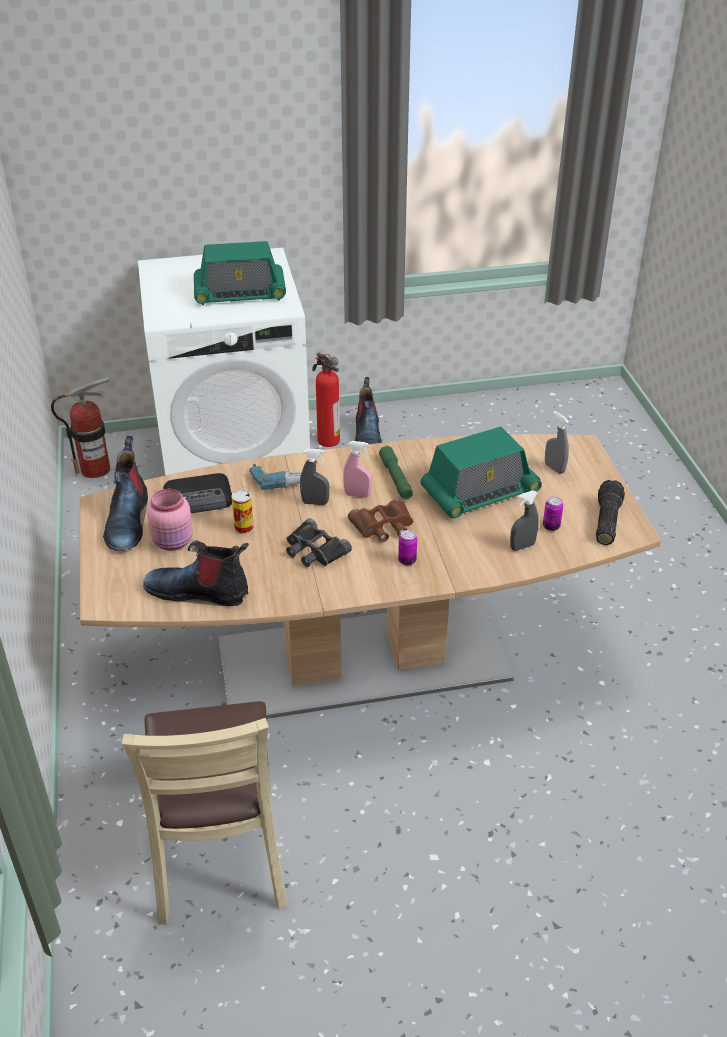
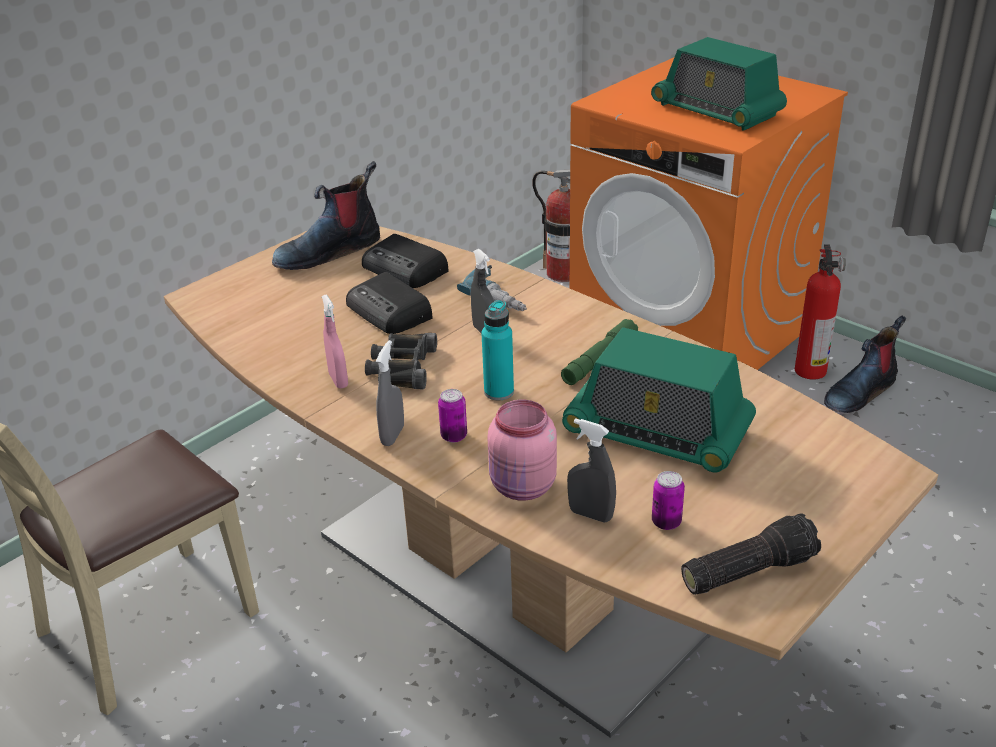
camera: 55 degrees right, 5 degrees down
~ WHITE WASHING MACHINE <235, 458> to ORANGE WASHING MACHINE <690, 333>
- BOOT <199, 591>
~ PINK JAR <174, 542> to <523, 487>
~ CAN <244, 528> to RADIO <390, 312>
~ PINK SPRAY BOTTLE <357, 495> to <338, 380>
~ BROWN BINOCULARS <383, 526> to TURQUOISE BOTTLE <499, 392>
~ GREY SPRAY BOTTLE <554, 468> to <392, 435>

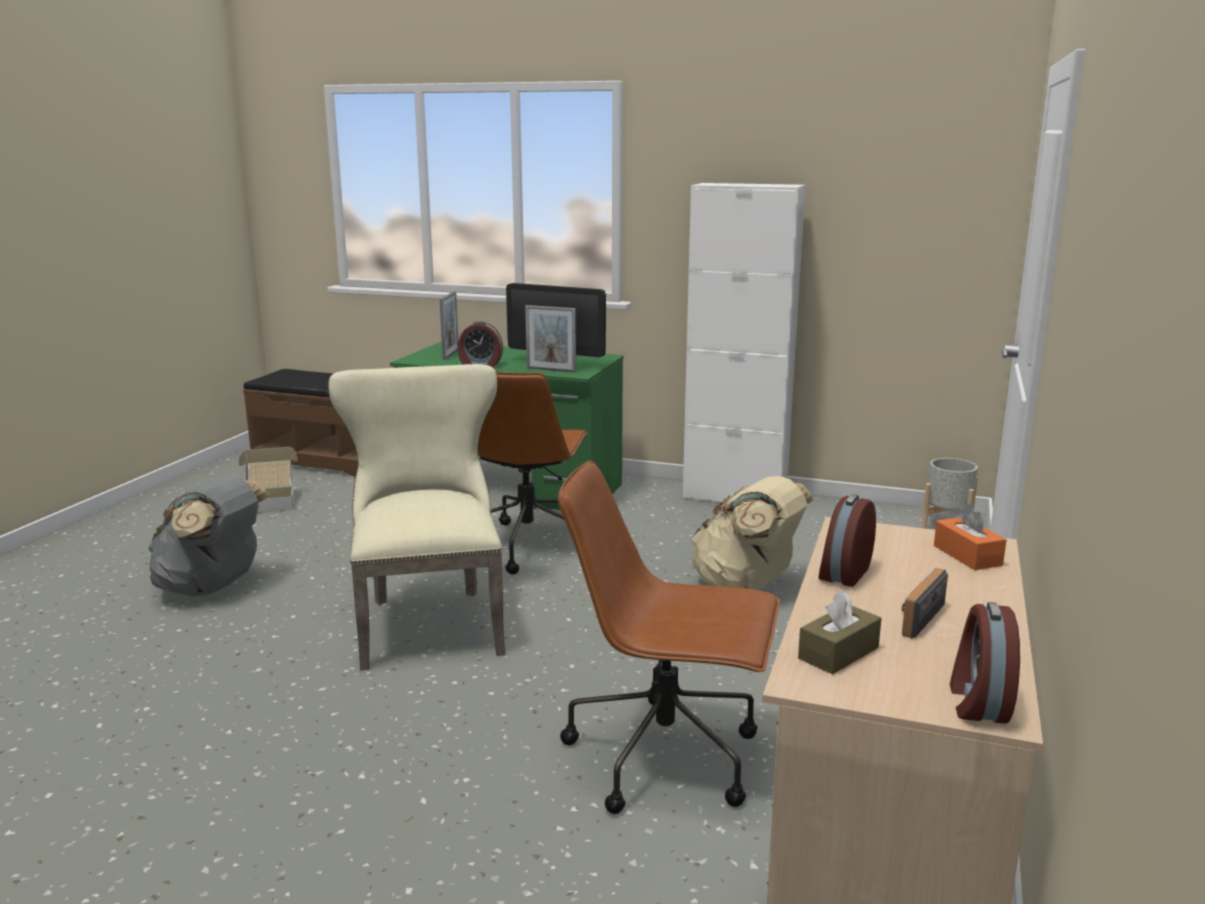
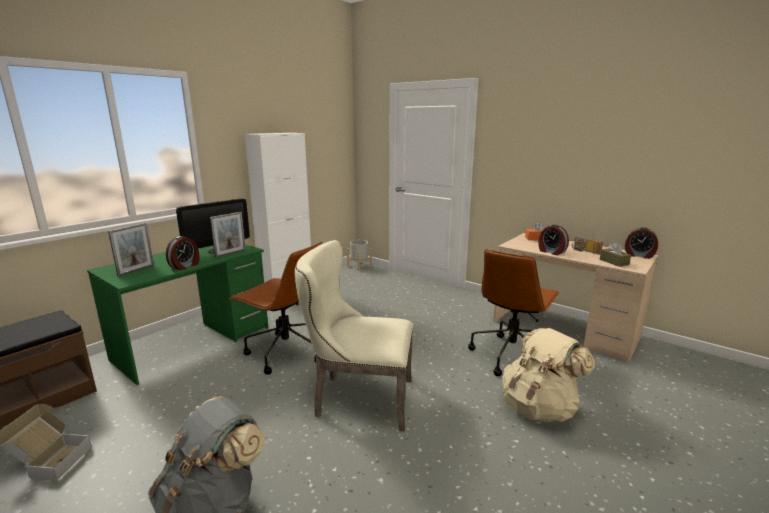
camera: 70 degrees left, 0 degrees up
~ PICTURE FRAME <450, 354> = <136, 270> 90 degrees clockwise
~ BEIGE BACKPACK <746, 586> to <539, 408>

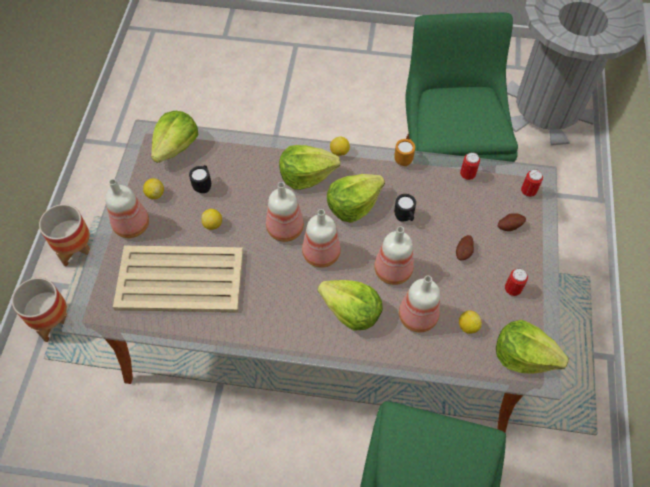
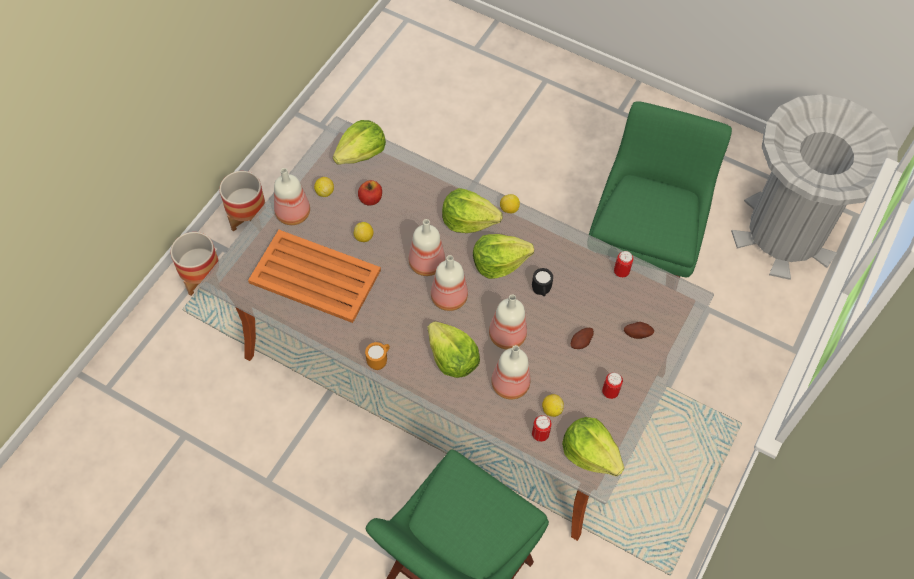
camera: 20 degrees right, 0 degrees up
~ BEIGE TRAY <179, 279> to ORANGE TRAY <314, 276>
~ BLACK MUG <203, 186> to APPLE <370, 199>
~ ORANGE MUG <404, 159> to <379, 361>
~ CAN <528, 192> to <540, 434>

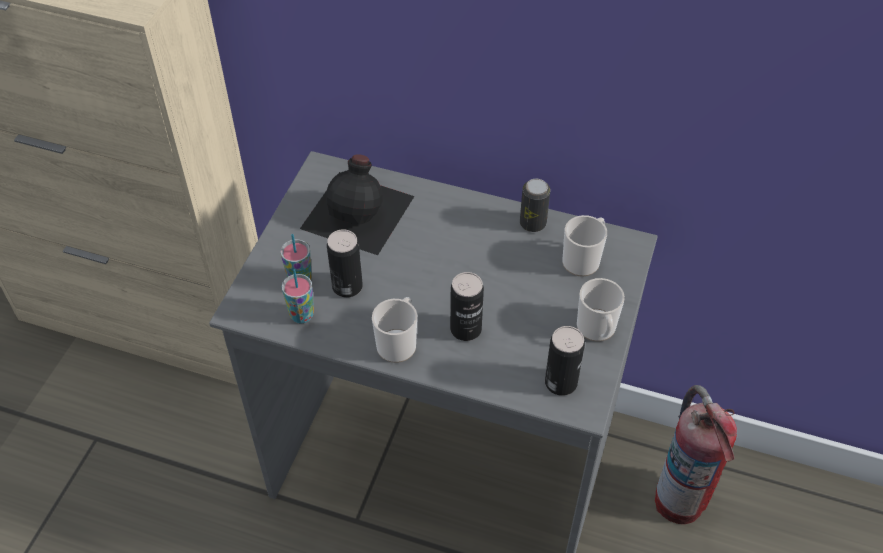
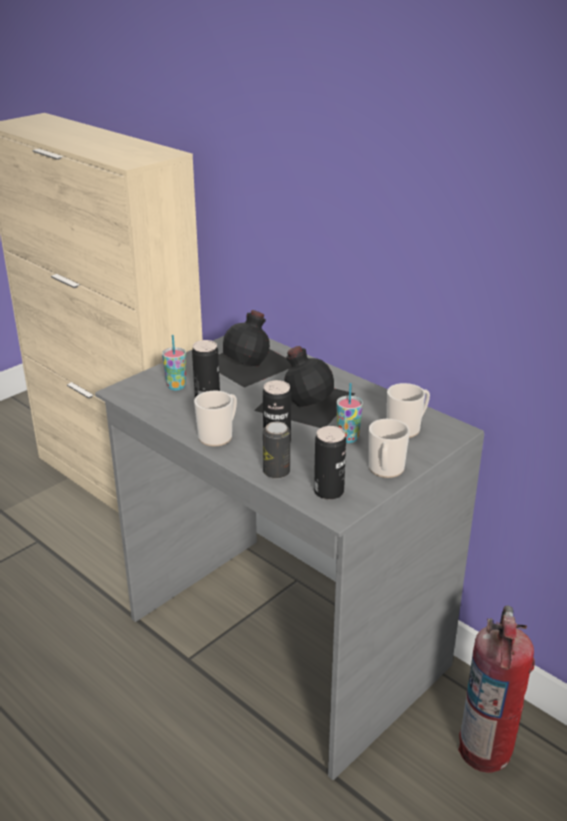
camera: 25 degrees right, 20 degrees down
~ CUP <302, 315> to <348, 438>
~ CAN <533, 223> to <276, 472>
+ BLACK BOTTLE <304, 400>

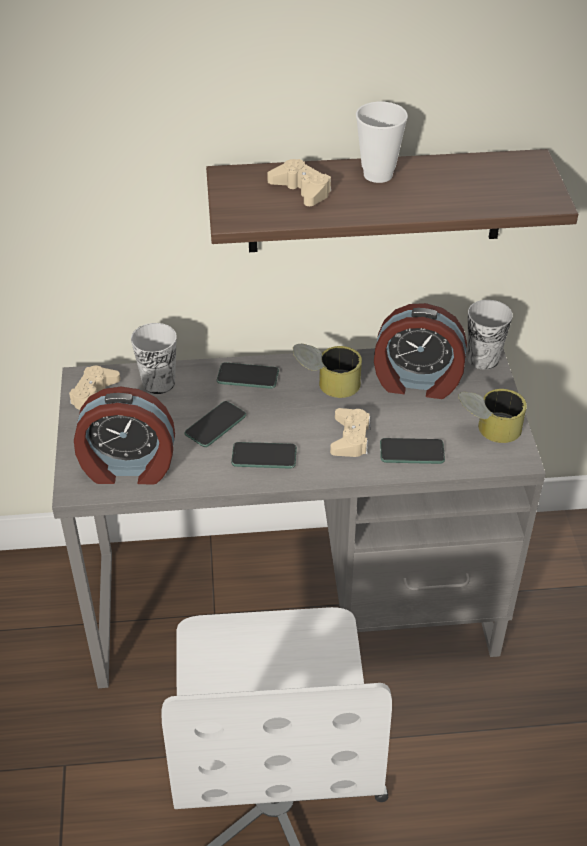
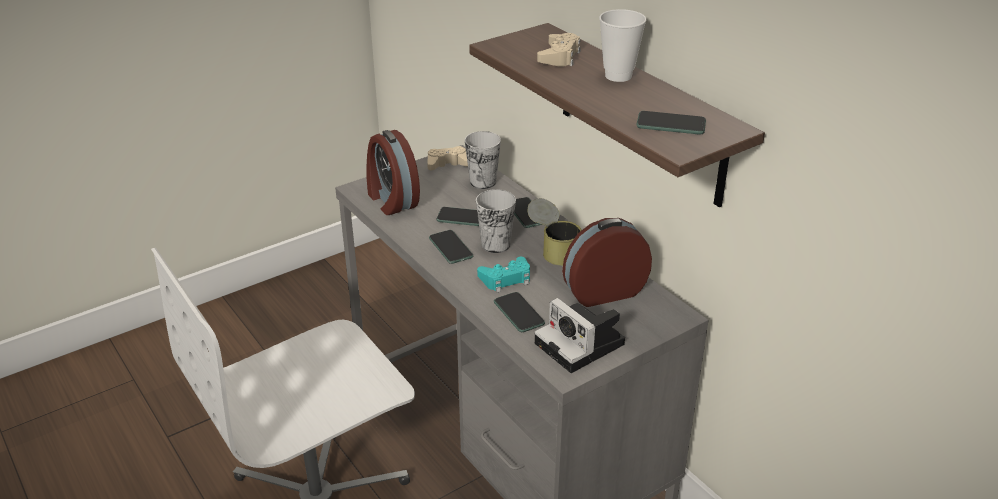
camera: 60 degrees right, 10 degrees down
~ BEIGE GAME CONTROLLER <350, 438> to TURQUOISE GAME CONTROLLER <506, 279>
~ ALARM CLOCK <417, 382> = <603, 291> 90 degrees clockwise
~ CAN <487, 430> to PHOTO CAMERA <582, 345>
~ CUP <483, 359> to <495, 244>
+ PHONE <671, 124>

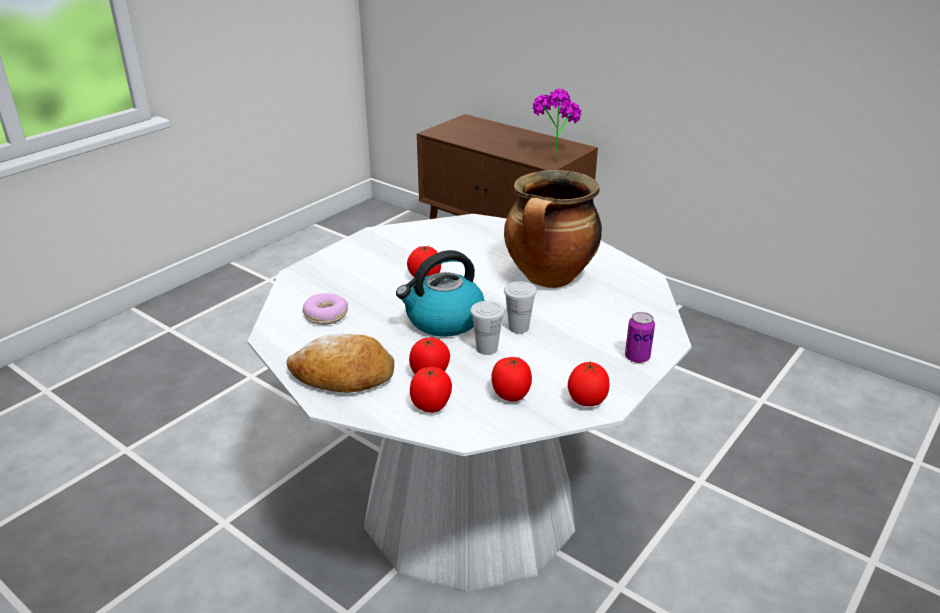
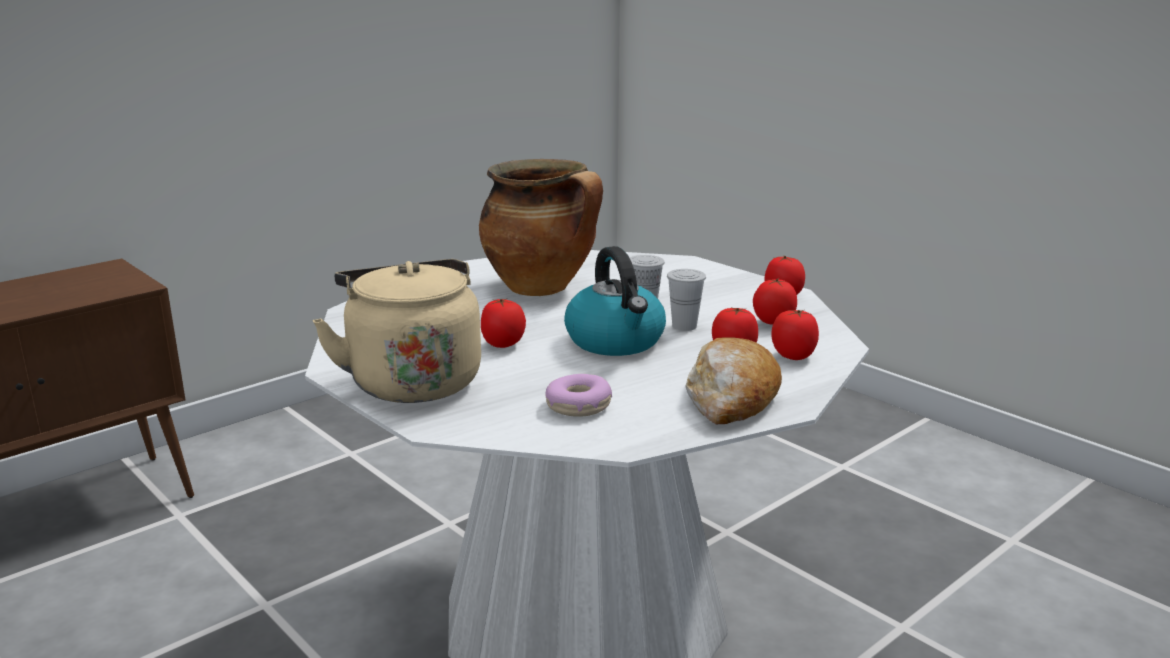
camera: 80 degrees left, 10 degrees down
- POTTED PLANT <553, 157>
- CAN <637, 357>
+ BEIGE KETTLE <412, 380>

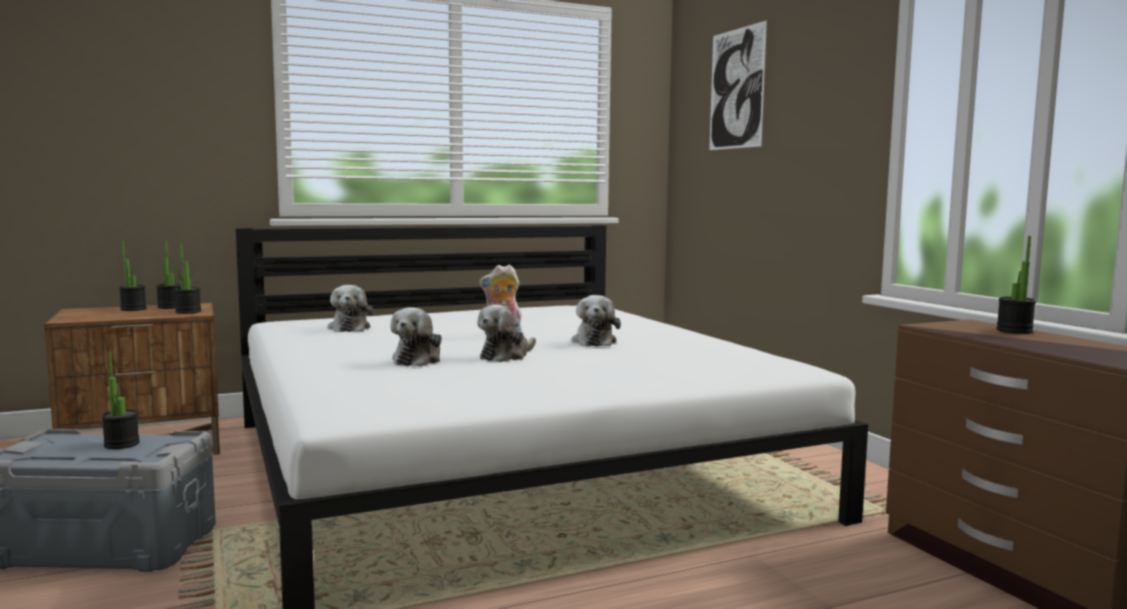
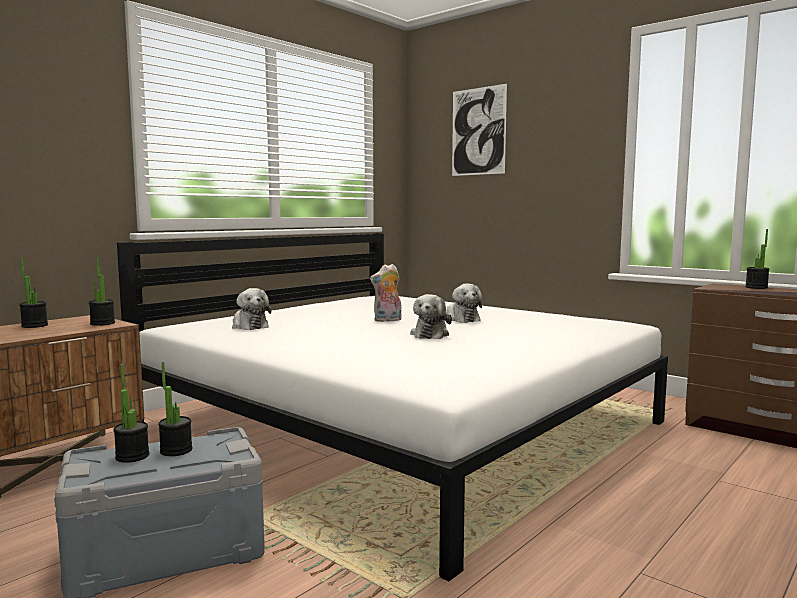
camera: 25 degrees left, 0 degrees up
~ POTTED PLANT <170, 307> to <132, 456>
- PLUSH TOY <418, 360>

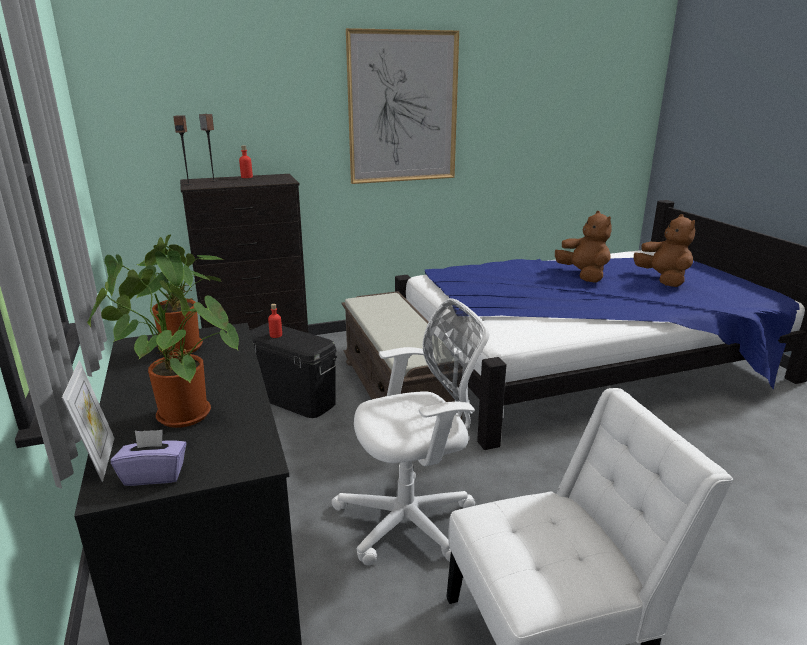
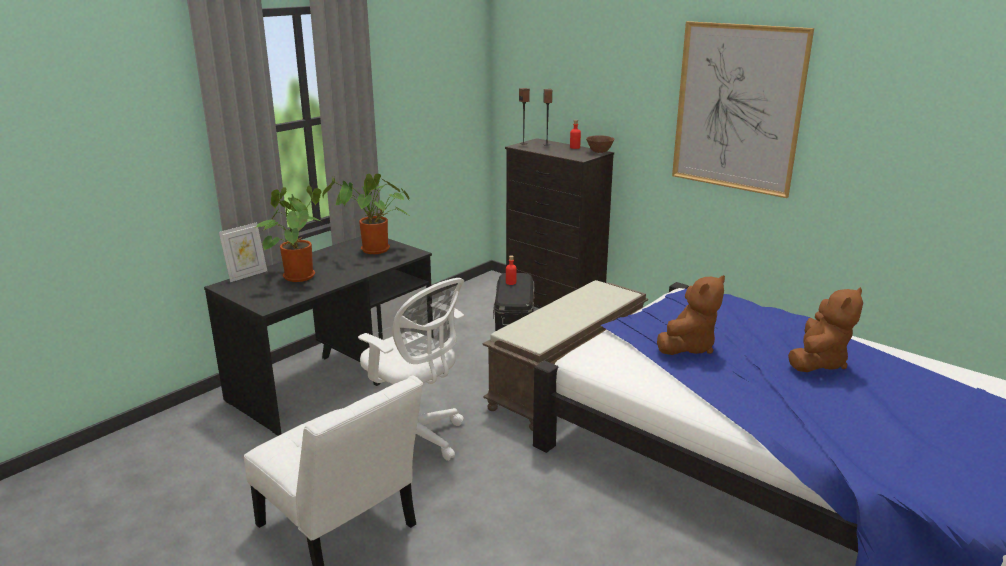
camera: 60 degrees right, 0 degrees up
- PURPLE TISSUE BOX <154, 475>
~ BROWN PLUSH TOY <663, 280> to <688, 347>
+ BROWN BOWL <599, 152>

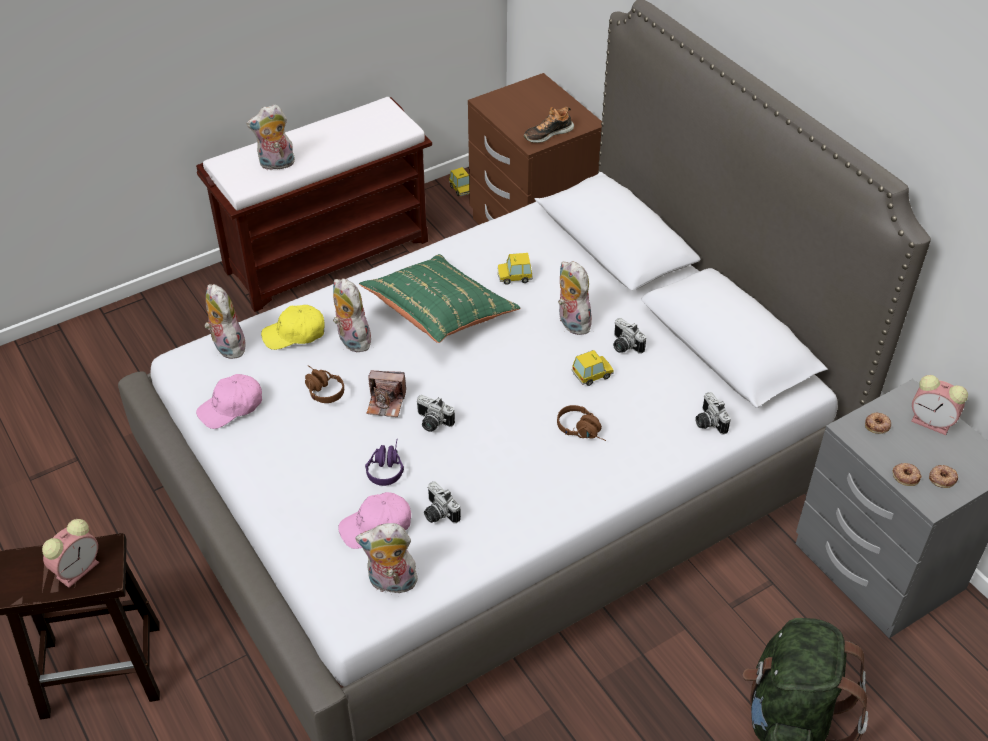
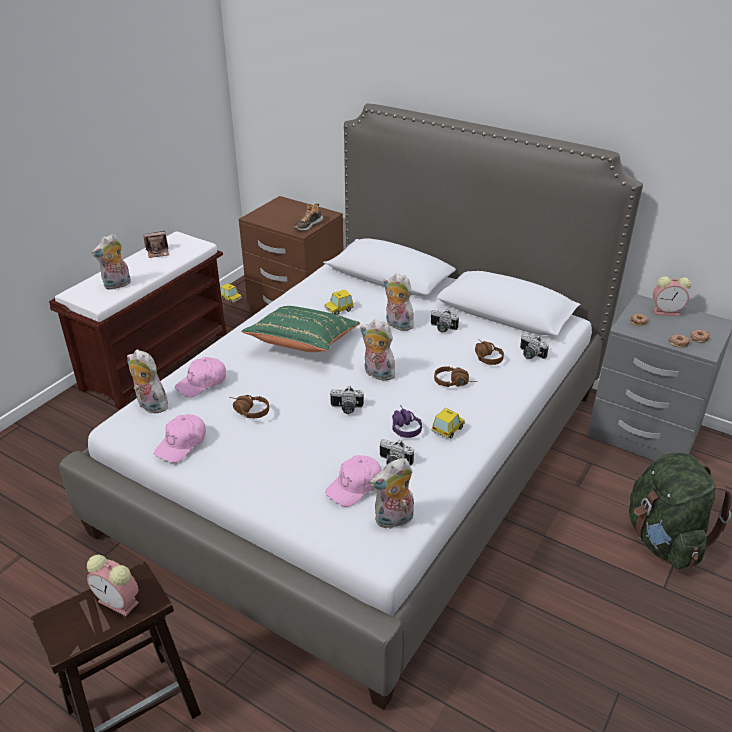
camera: 25 degrees left, 10 degrees down
~ ALARM CLOCK <78, 568> = <120, 602> 105 degrees clockwise
~ YELLOW CAP <295, 334> to PINK CAP <202, 383>
~ PLUSH TOY <351, 340> to <377, 374>
~ PURPLE HEADPHONES <386, 466> to <403, 426>
~ PHOTO CAMERA <386, 402> to <158, 252>
~ TOY CAR <592, 374> to <448, 429>
+ BROWN HEADPHONES <485, 356>

